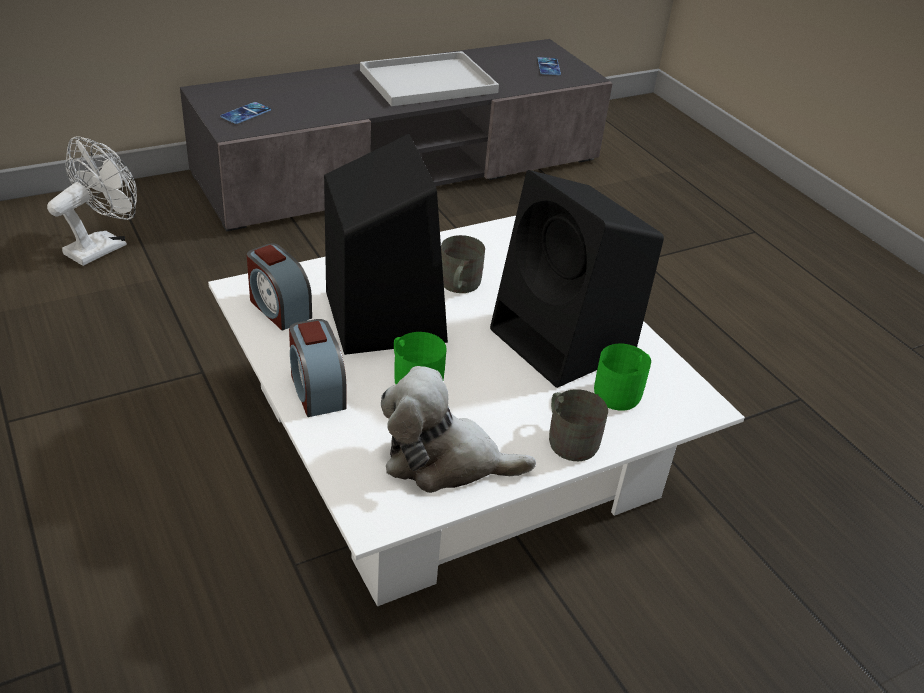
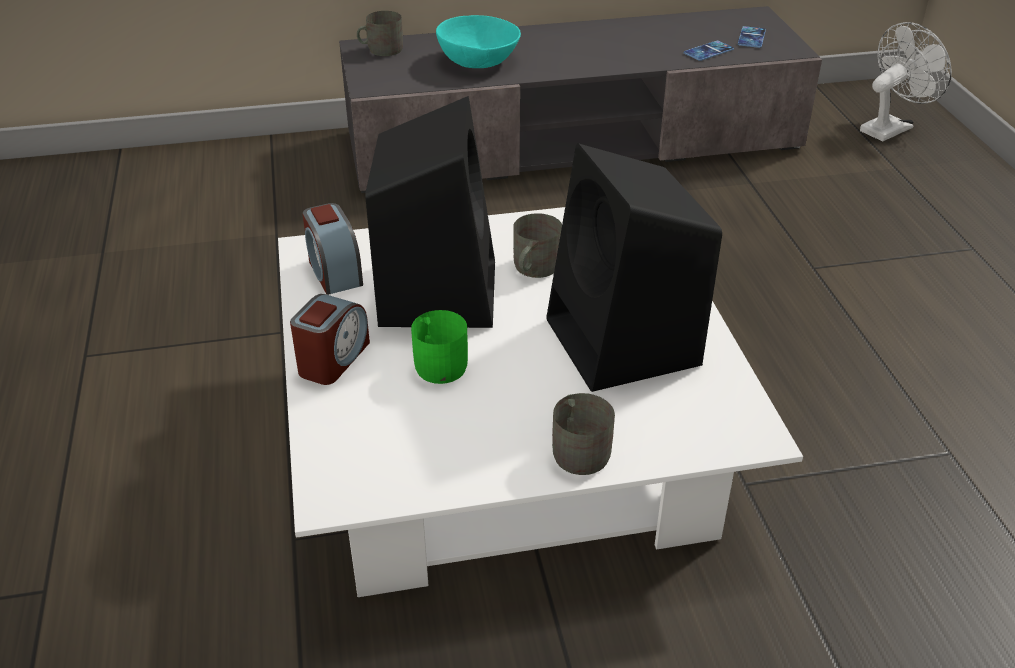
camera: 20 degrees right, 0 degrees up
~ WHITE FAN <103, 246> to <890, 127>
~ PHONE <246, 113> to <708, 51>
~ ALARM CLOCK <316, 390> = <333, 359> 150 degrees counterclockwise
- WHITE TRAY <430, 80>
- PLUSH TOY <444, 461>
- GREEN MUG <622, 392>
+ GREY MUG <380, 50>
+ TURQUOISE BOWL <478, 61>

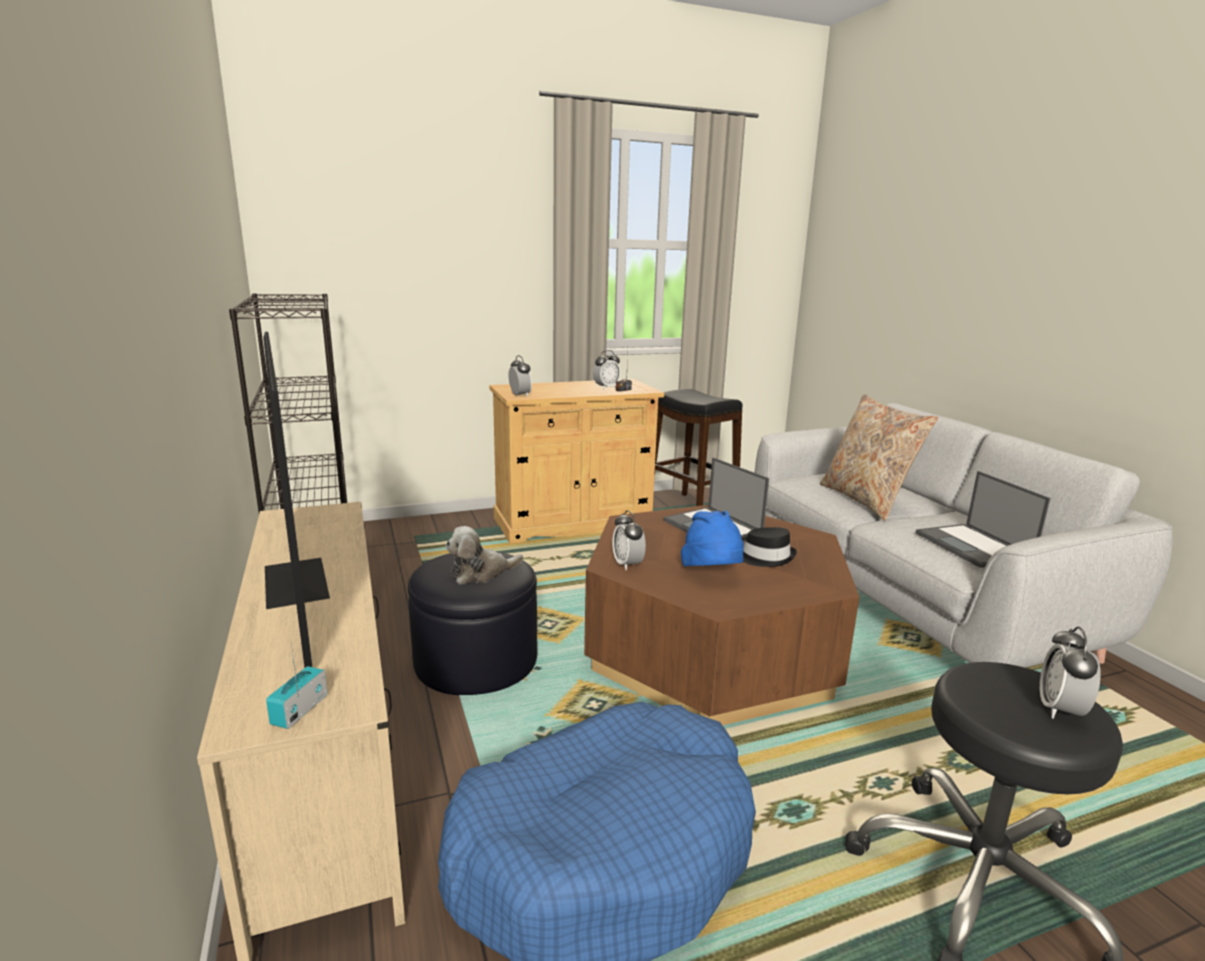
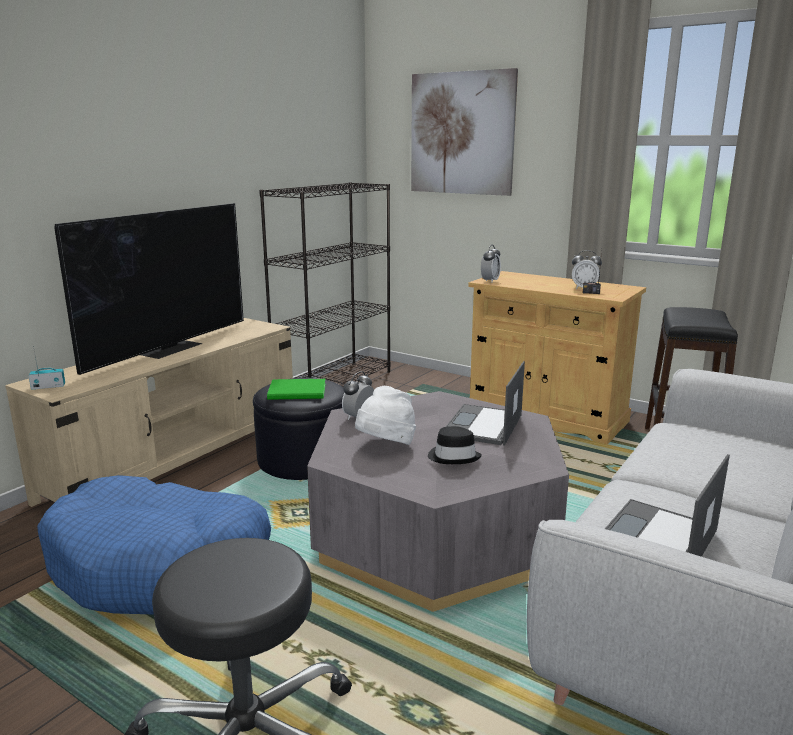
camera: 55 degrees right, 0 degrees up
~ PLUSH TOY <481, 573> to GREEN BOOK <299, 392>
~ BROWN COFFEE TABLE <711, 648> to GREY COFFEE TABLE <435, 533>
~ BLUE HAT <712, 574> to WHITE HAT <385, 446>
- BEIGE PILLOW <866, 500>
- ALARM CLOCK <1060, 710>
+ PICTURE <461, 133>

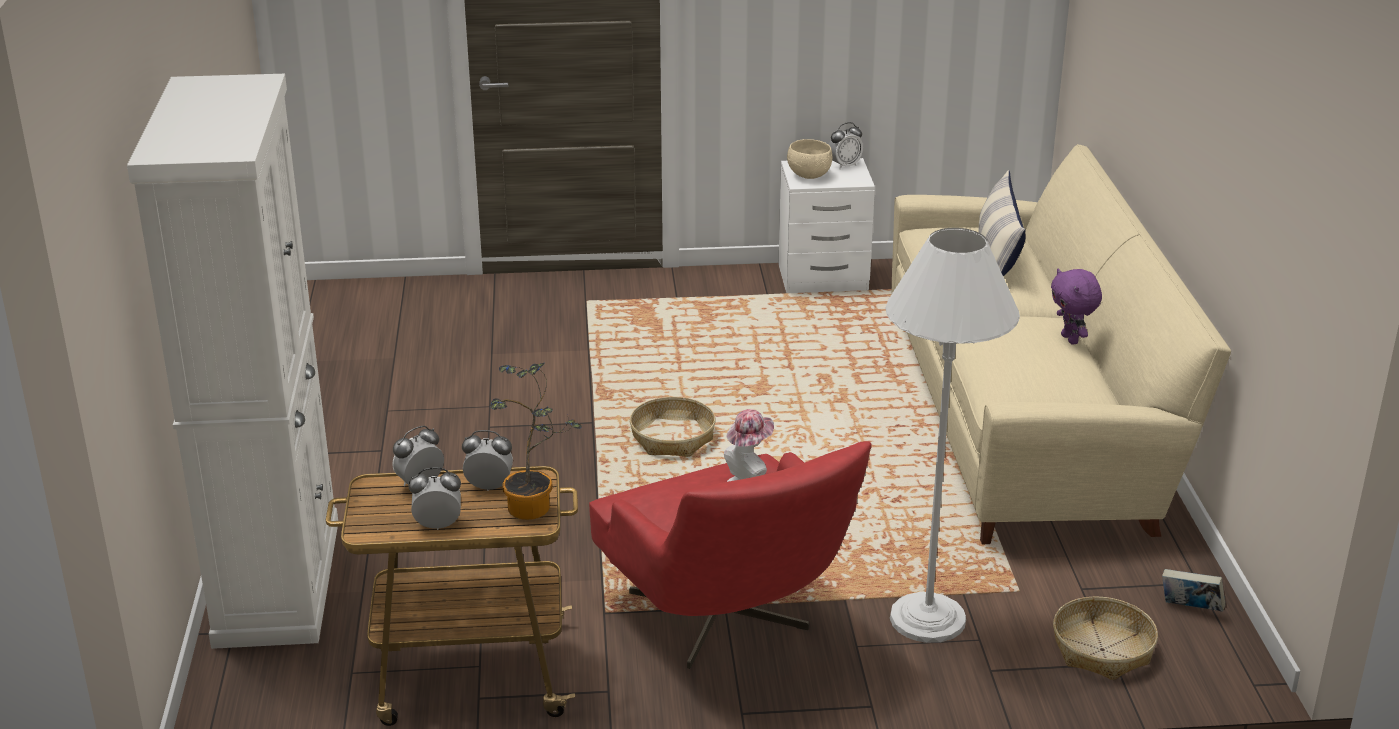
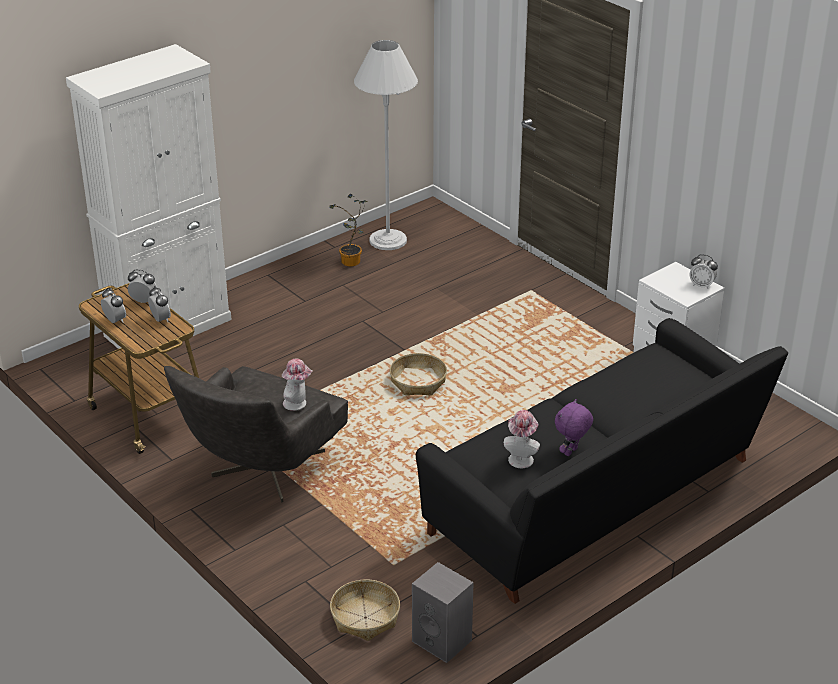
camera: 55 degrees right, 5 degrees up
~ POTTED PLANT <535, 509> to <351, 263>
~ RED ARMCHAIR <728, 625> to GREY ARMCHAIR <261, 474>
- BEIGE BOWL <809, 176>
~ WHITE FLOOR LAMP <927, 619> to <388, 240>
~ BEIGE SOFA <1027, 416> to BLACK SOFA <598, 501>
- PILLOW <997, 255>
~ BOOK <1190, 609> to GREY SPEAKER <443, 641>
+ HAT <521, 458>

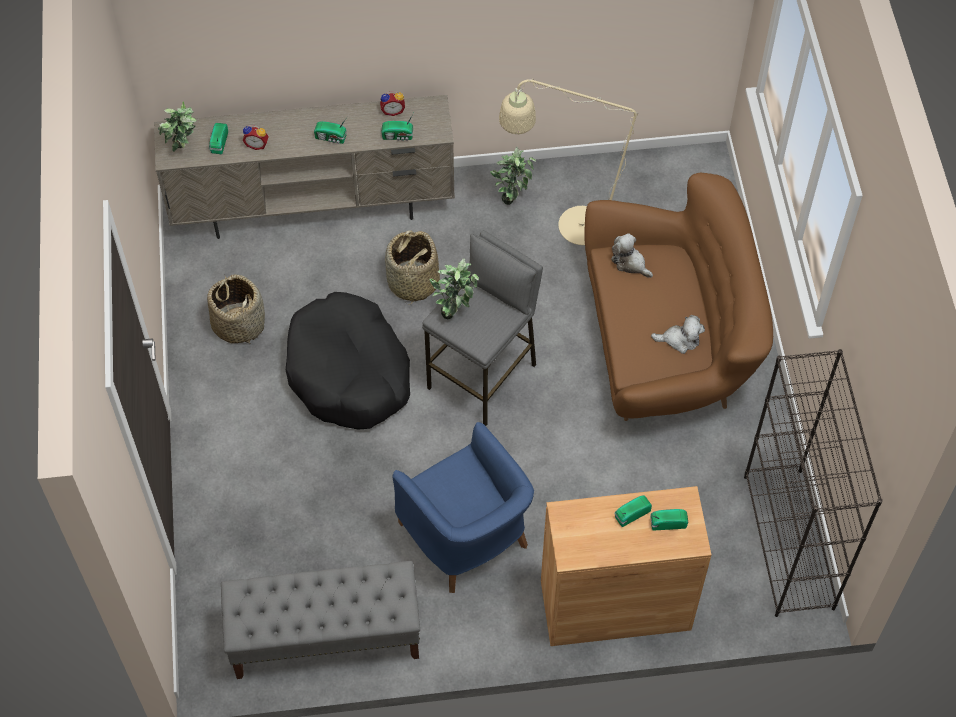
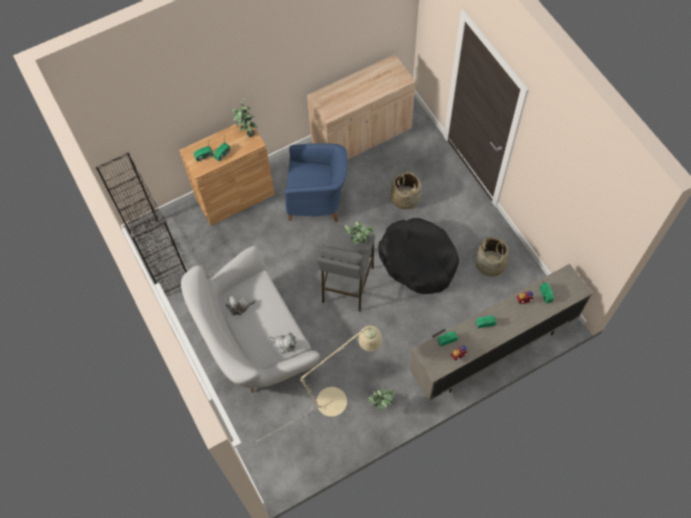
camera: 160 degrees right, 5 degrees up
~ POTTED PLANT <183, 150> to <247, 132>
~ GREY BENCH <325, 637> to BEIGE CABINET <361, 135>
~ BASKET <412, 282> to <405, 198>
~ BLUE ARMCHAIR <466, 538> = <318, 200> 150 degrees clockwise
~ BROWN SOFA <667, 345> to WHITE SOFA <254, 341>

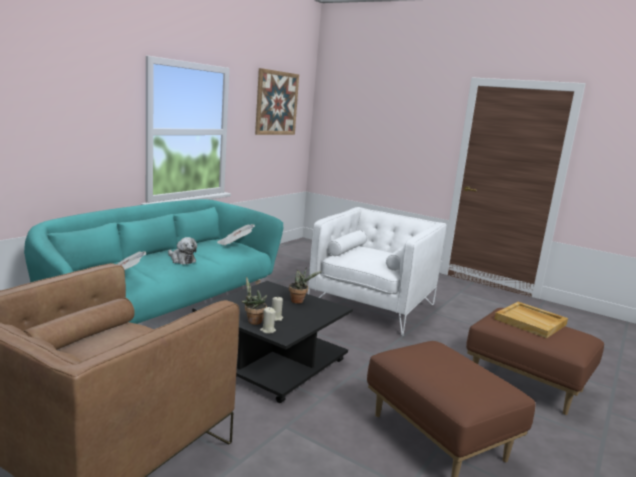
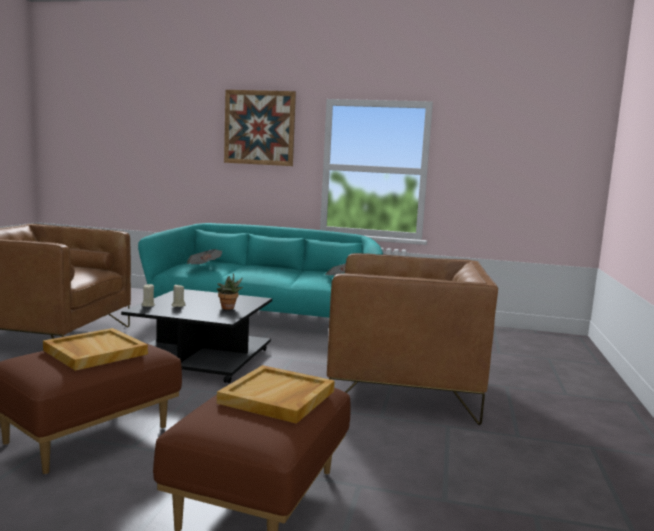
camera: 70 degrees right, 5 degrees down
- PLUSH TOY <181, 260>
- POTTED PLANT <253, 321>
~ PICTURE <277, 103> to <259, 128>
~ WHITE ARMCHAIR <372, 306> to BROWN ARMCHAIR <404, 388>
+ BEIGE TRAY <94, 352>

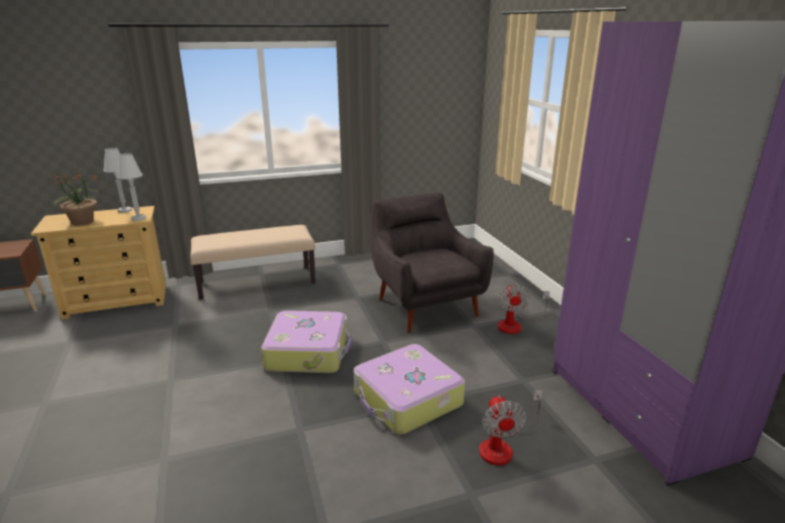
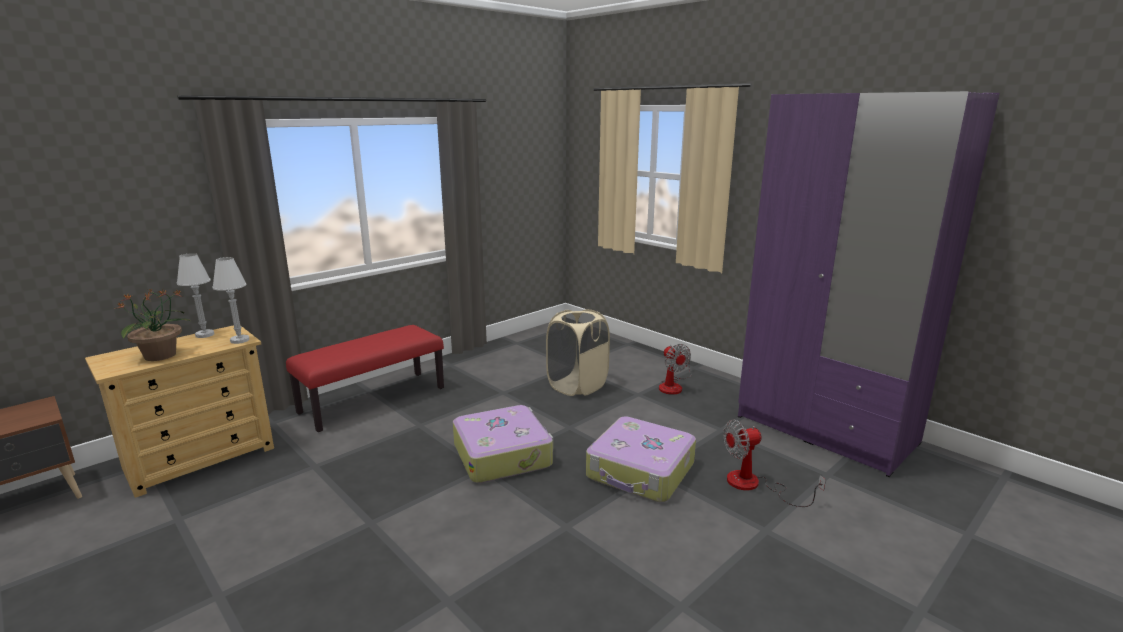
camera: 25 degrees left, 5 degrees down
~ BEIGE BENCH <257, 282> to RED BENCH <373, 400>
~ GREY ARMCHAIR <425, 305> to BEIGE LAUNDRY BASKET <577, 386>
~ FAN <503, 446> = <754, 485> 105 degrees clockwise

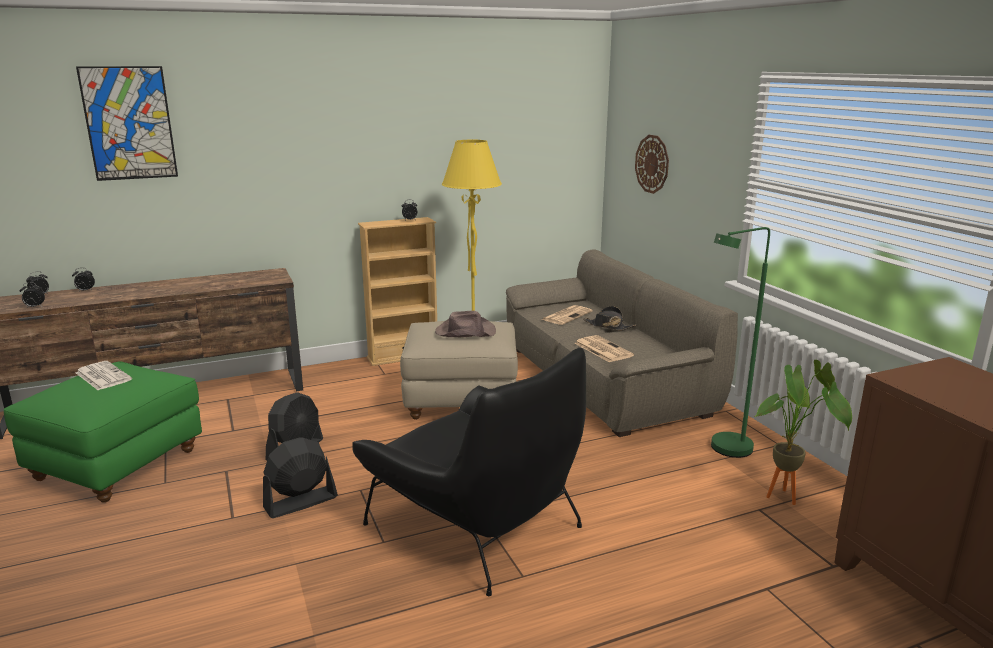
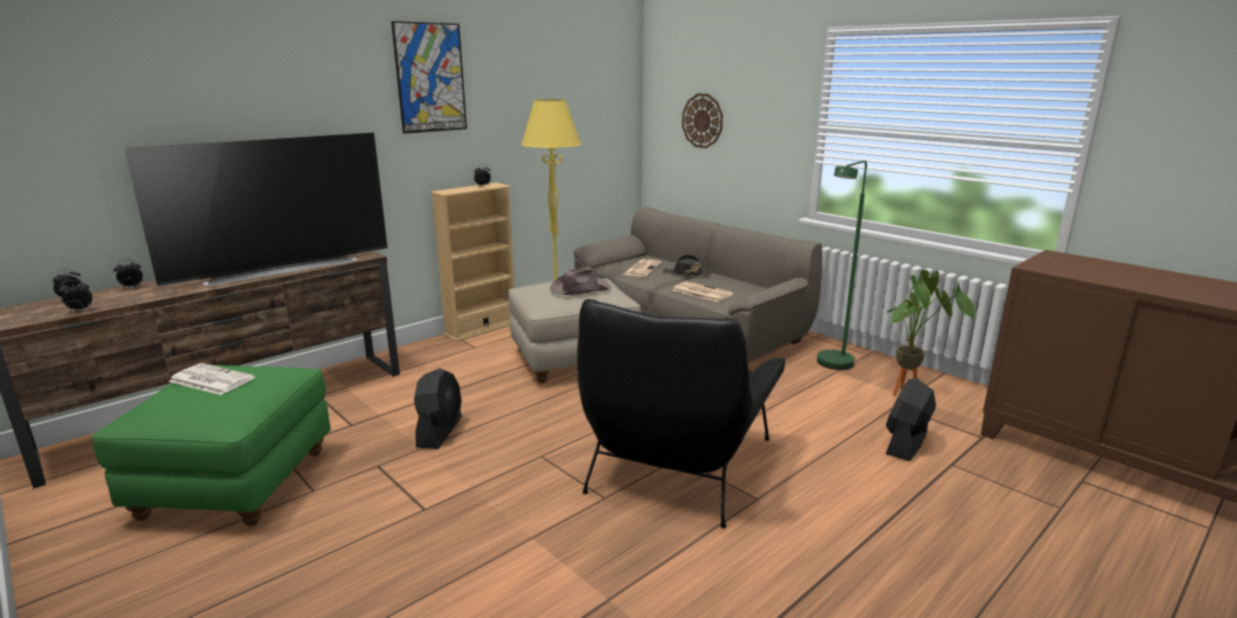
camera: 20 degrees left, 0 degrees up
~ PICTURE <129, 123> to <430, 78>
~ BLACK FAN <300, 502> to <906, 443>
~ BLACK ARMCHAIR <475, 524> = <678, 464> 90 degrees clockwise
+ TELEVISION <281, 268>

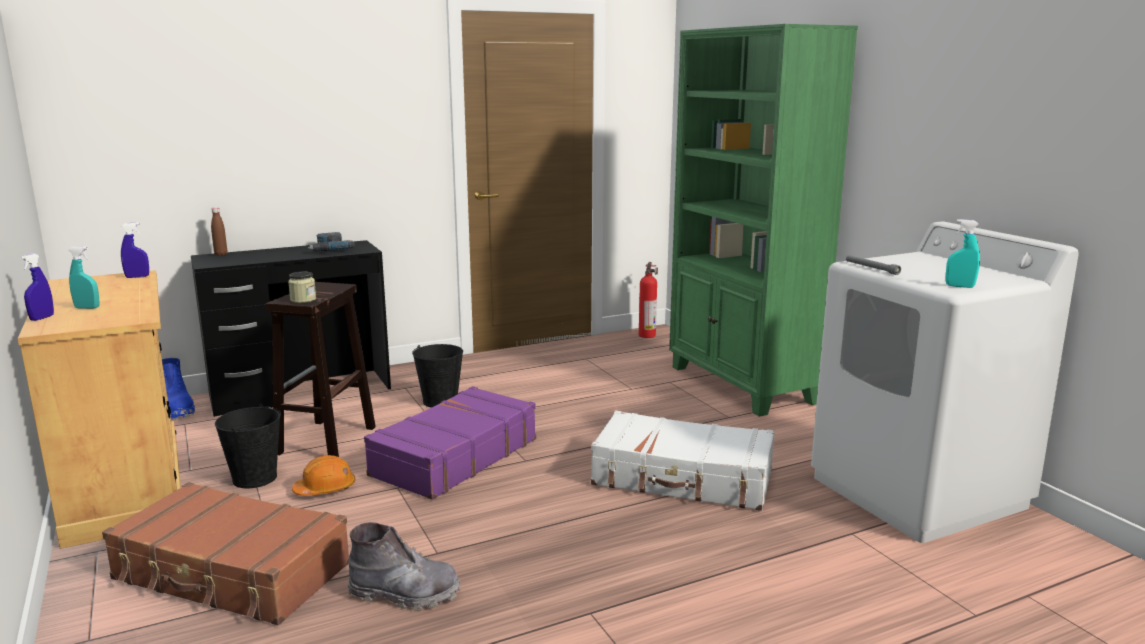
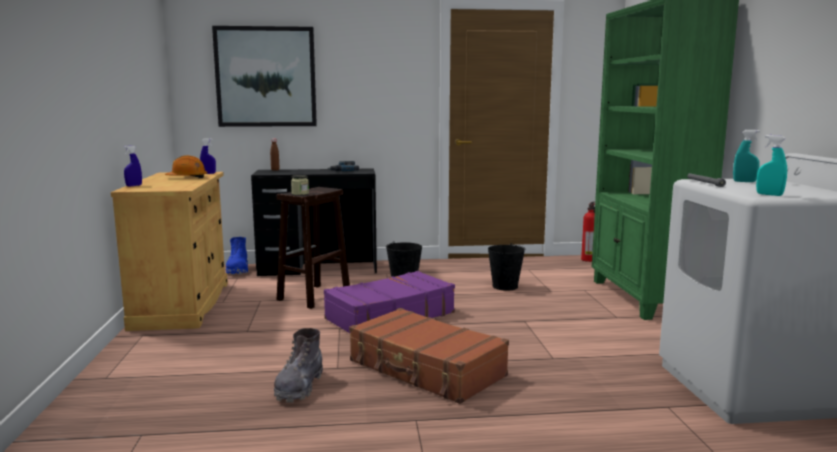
camera: 20 degrees right, 5 degrees down
~ TURQUOISE SPRAY BOTTLE <87, 308> to <744, 181>
~ BROWN SUITCASE <231, 573> to <426, 369>
~ BLACK BUCKET <254, 478> to <504, 286>
~ ORANGE HARD HAT <325, 489> to <187, 178>
~ GREY BOOT <404, 594> = <299, 387> 75 degrees clockwise
- WHITE SUITCASE <683, 478>
+ PICTURE <266, 77>

